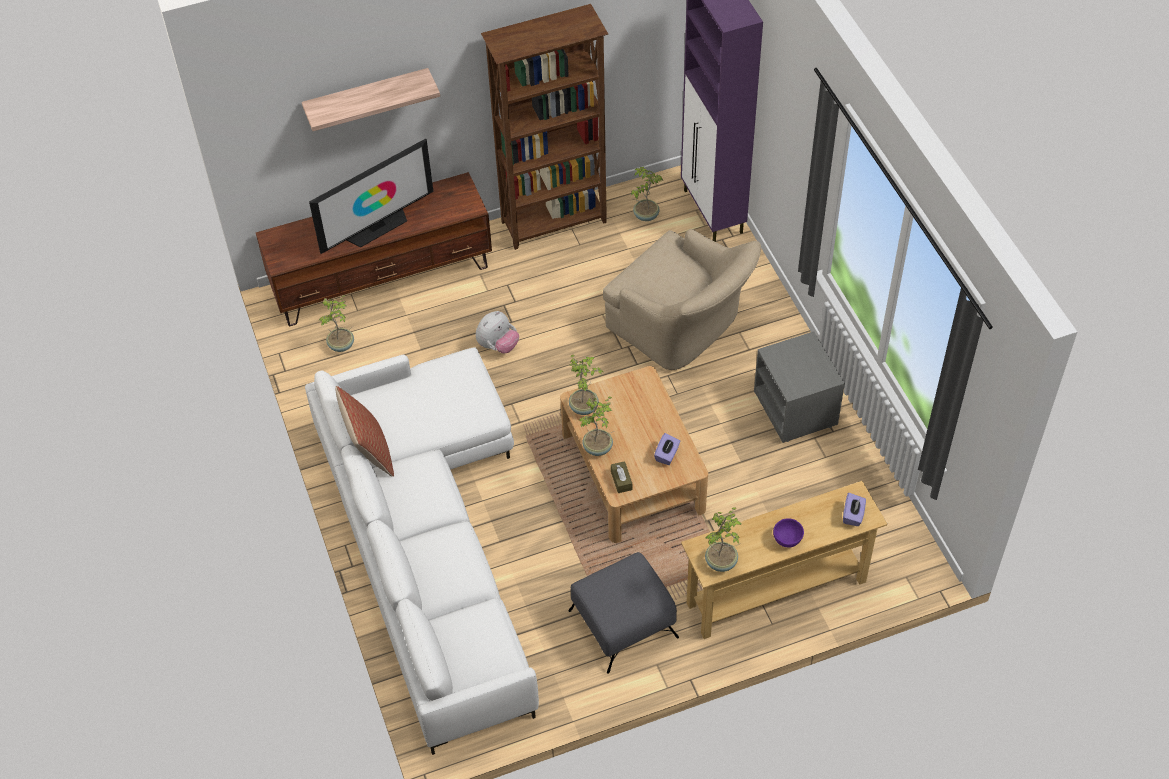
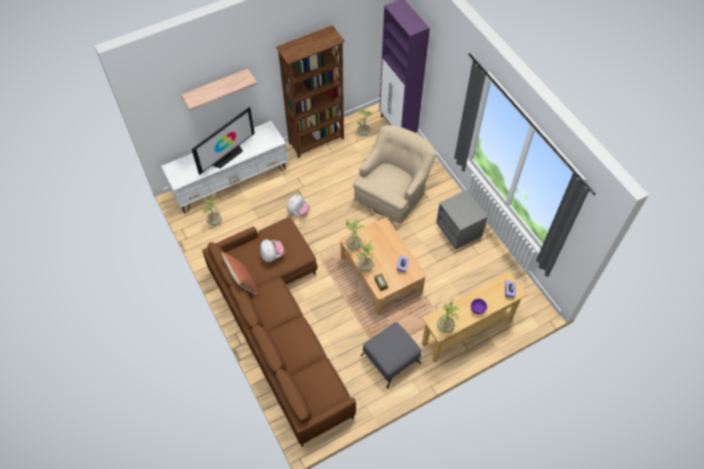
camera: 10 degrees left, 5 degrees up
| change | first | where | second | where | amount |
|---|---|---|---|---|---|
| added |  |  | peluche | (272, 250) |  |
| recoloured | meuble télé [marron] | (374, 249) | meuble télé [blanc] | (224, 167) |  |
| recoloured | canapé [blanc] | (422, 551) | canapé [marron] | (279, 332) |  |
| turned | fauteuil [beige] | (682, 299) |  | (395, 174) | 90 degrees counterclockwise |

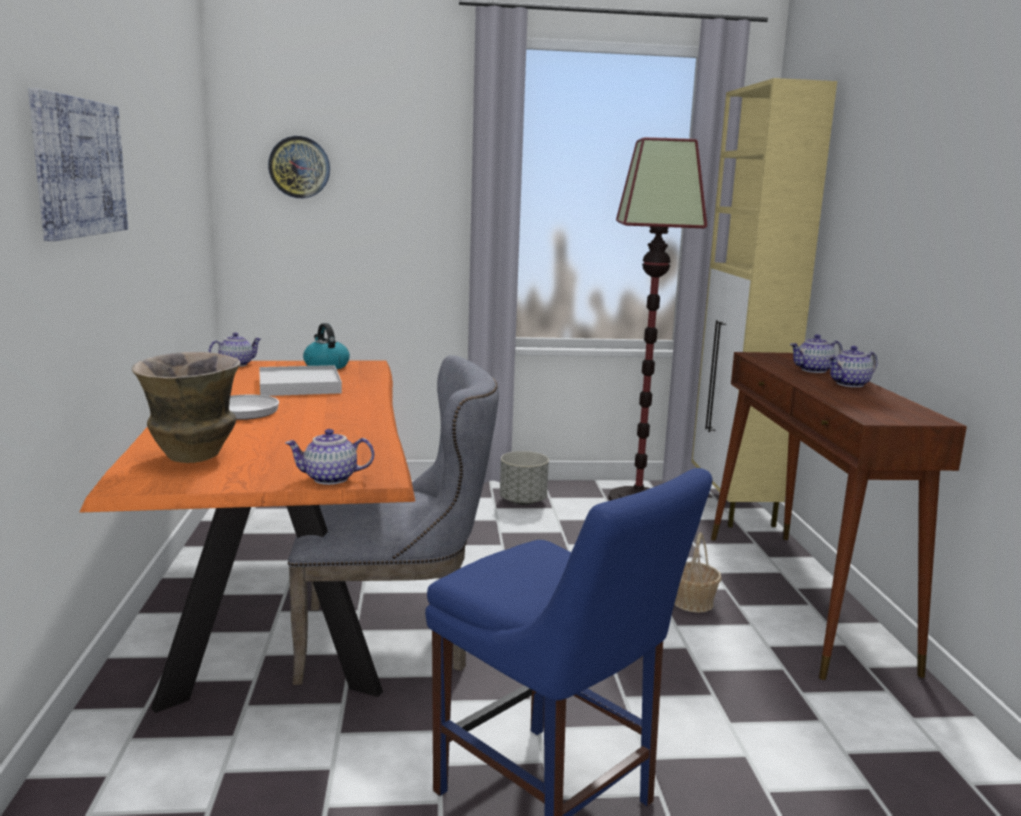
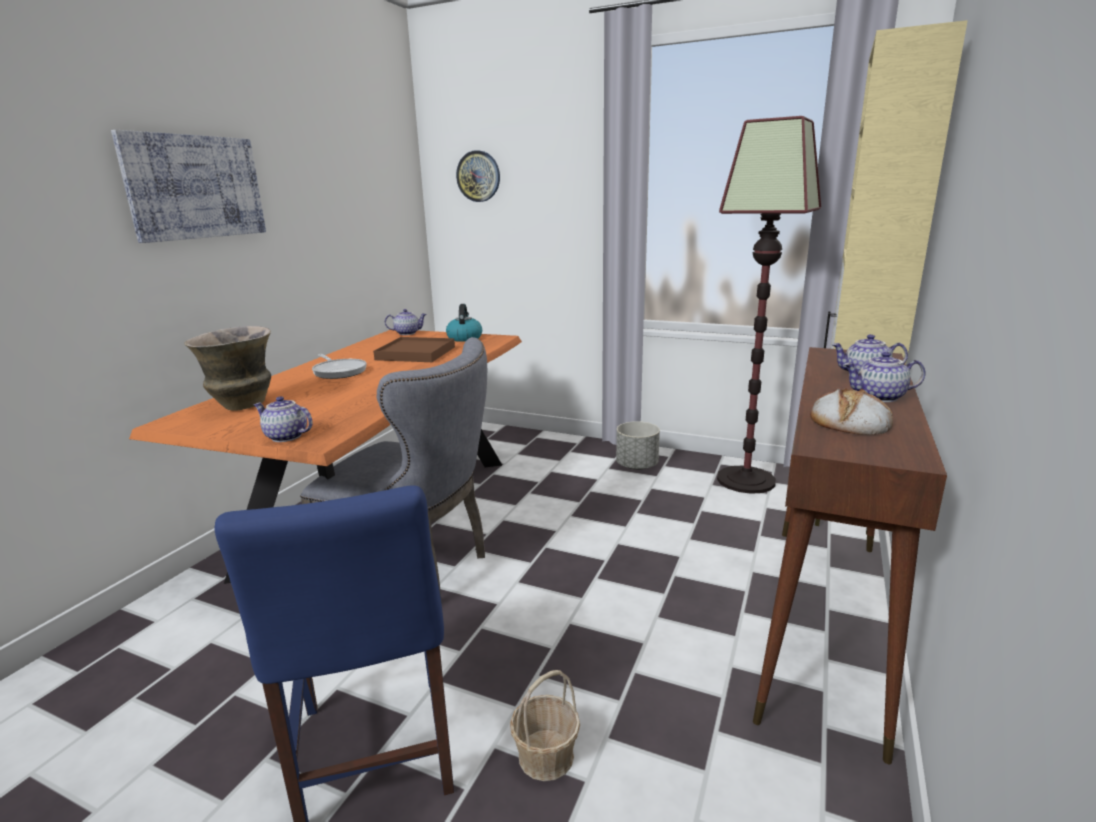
camera: 30 degrees right, 5 degrees up
| change | first | where | second | where | amount |
|---|---|---|---|---|---|
| added |  |  | pain | (851, 411) |  |
| moved | panier | (698, 572) |  | (545, 725) |  |
| recoloured | plateau [blanc] | (300, 380) | plateau [marron] | (414, 349) |  |

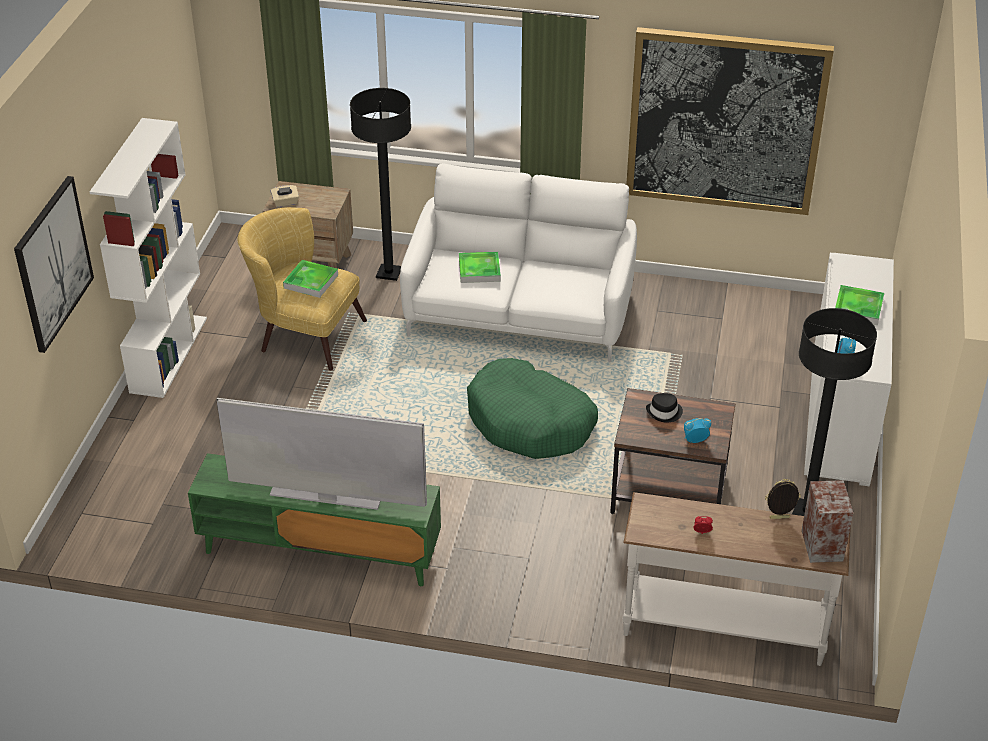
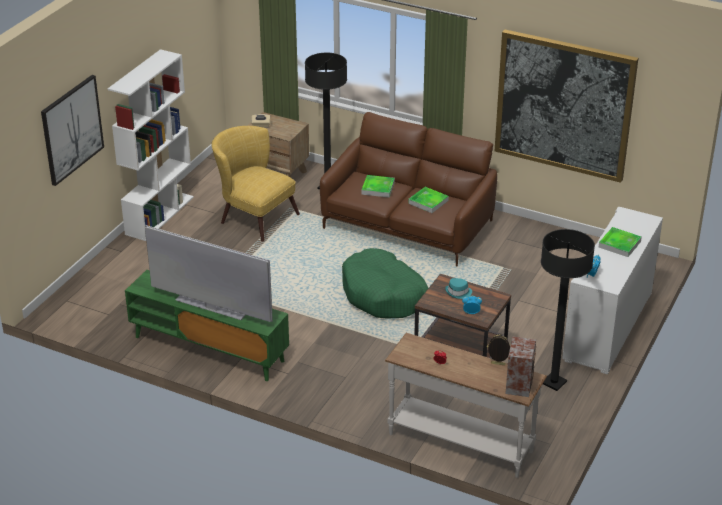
camera: 15 degrees right, 5 degrees down
| change | first | where | second | where | amount |
|---|---|---|---|---|---|
| moved | plateau | (310, 279) |  | (428, 200) |  |
| recoloured | canapé [blanc] | (518, 263) | canapé [marron] | (408, 189) |  |
| recoloured | chapeau [noir] | (664, 408) | chapeau [turquoise] | (458, 288) |  |

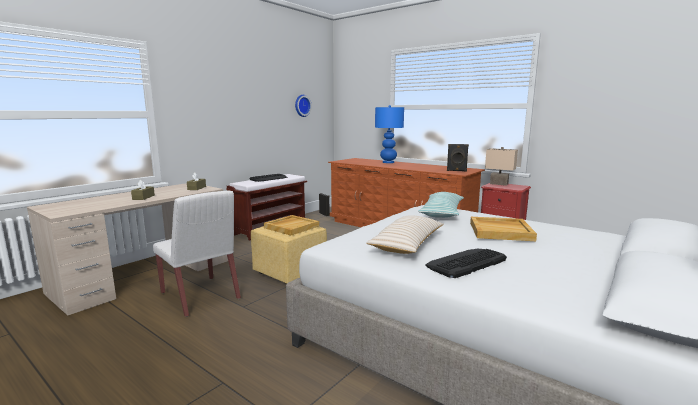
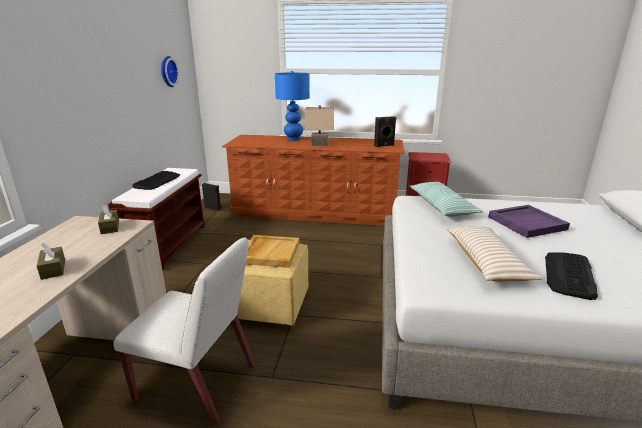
camera: 30 degrees left, 10 degrees up
| change | first | where | second | where | amount |
|---|---|---|---|---|---|
| moved | lampe de table [beige] | (501, 166) |  | (319, 125) |  |
| recoloured | plateau [beige] | (503, 229) | plateau [violet] | (529, 221) |  |

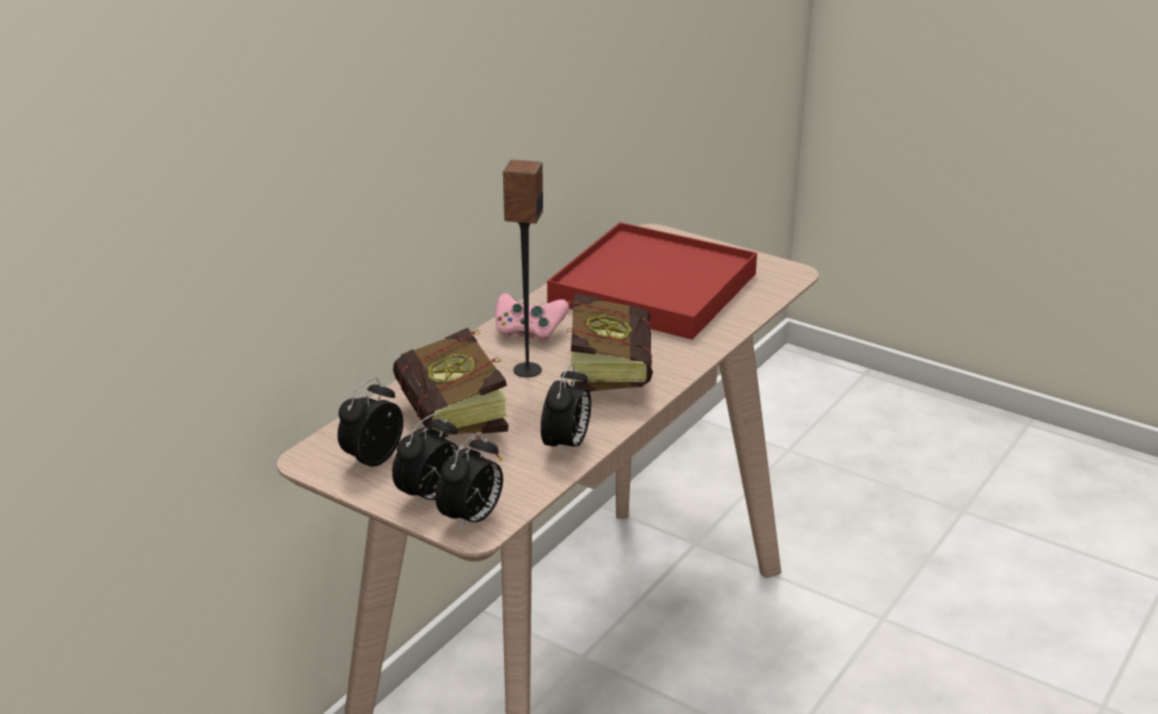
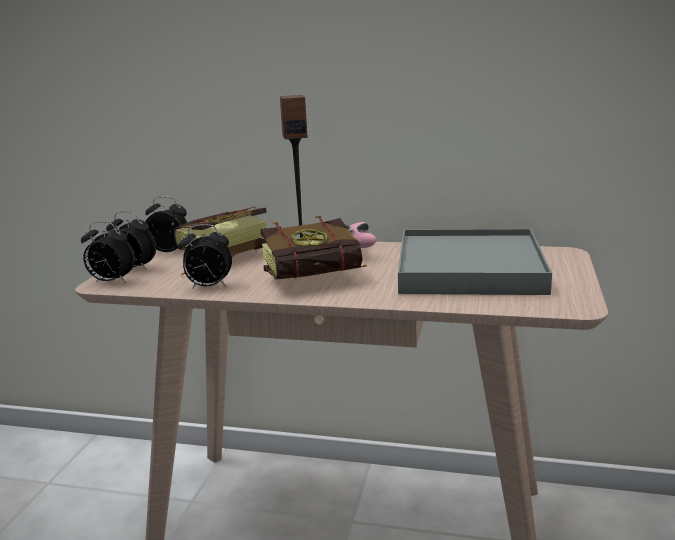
camera: 70 degrees right, 10 degrees down
| change | first | where | second | where | amount |
|---|---|---|---|---|---|
| recoloured | plateau [rouge] | (652, 281) | plateau [gris] | (475, 262) |  |

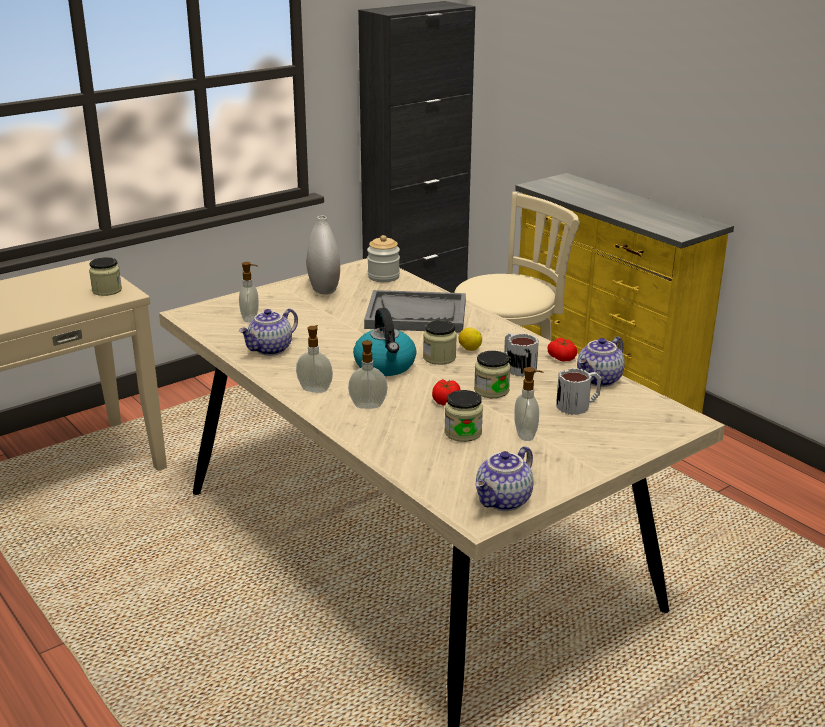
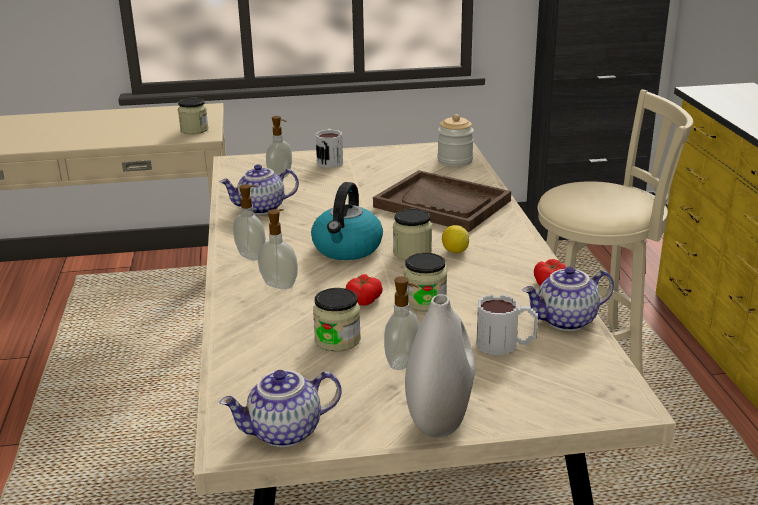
camera: 30 degrees right, 0 degrees up
| change | first | where | second | where | amount |
|---|---|---|---|---|---|
| moved | vase [blanc] | (323, 255) |  | (440, 366) |  |
| moved | mug | (521, 355) |  | (329, 148) |  |
| recoloured | plateau [gris] | (415, 311) | plateau [marron] | (442, 201) |  |

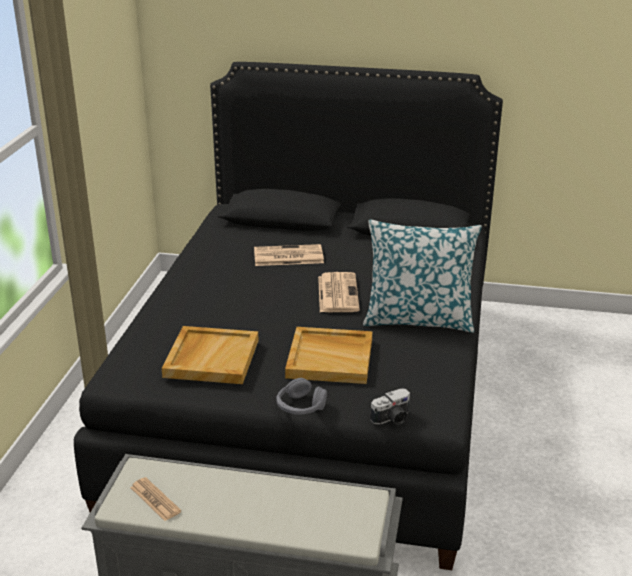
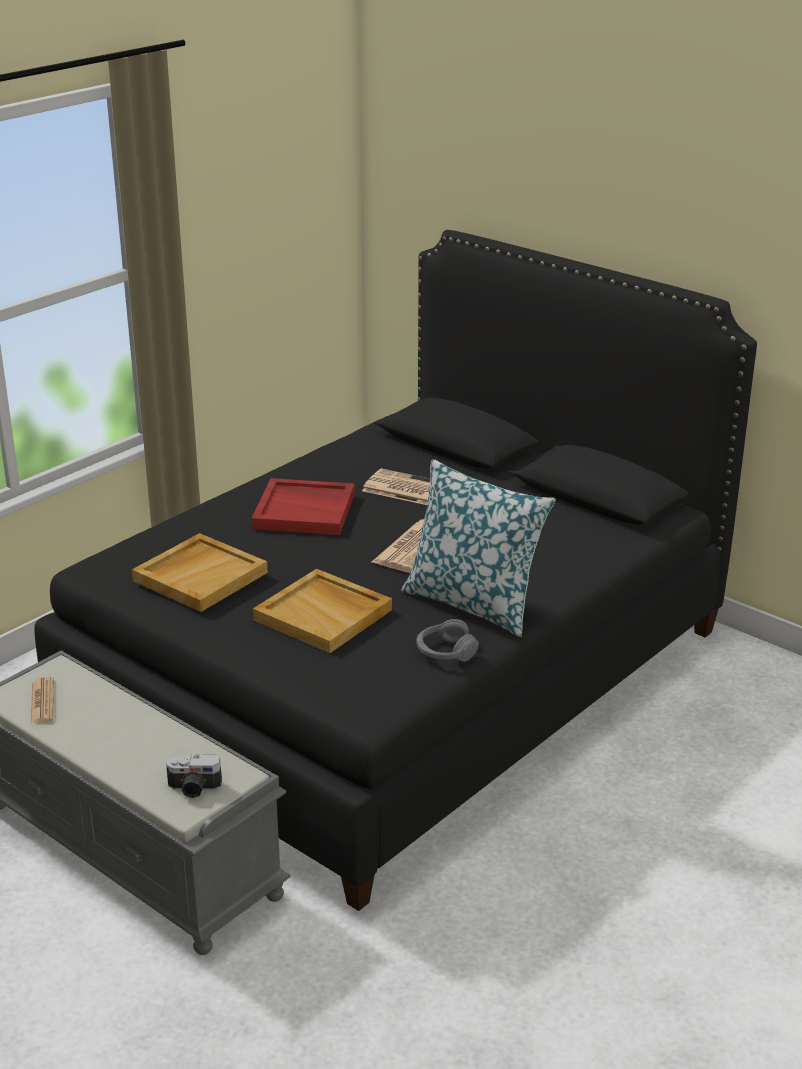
camera: 30 degrees right, 0 degrees up
| change | first | where | second | where | amount |
|---|---|---|---|---|---|
| added |  |  | plateau [rouge] | (303, 506) |  |
| moved | casque audio [gris] | (301, 396) |  | (448, 640) |  |
| moved | appareil photo | (390, 406) |  | (194, 776) |  |

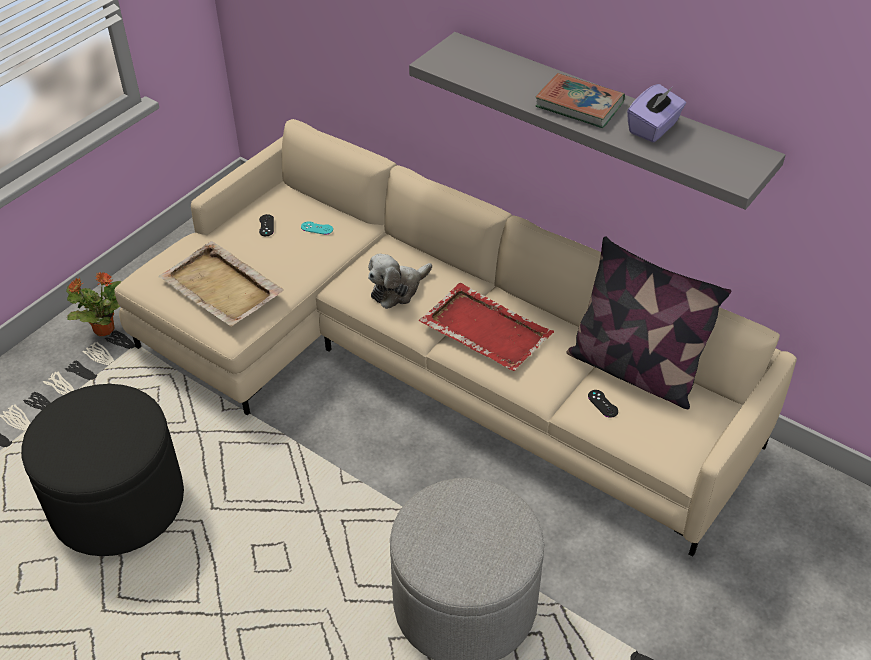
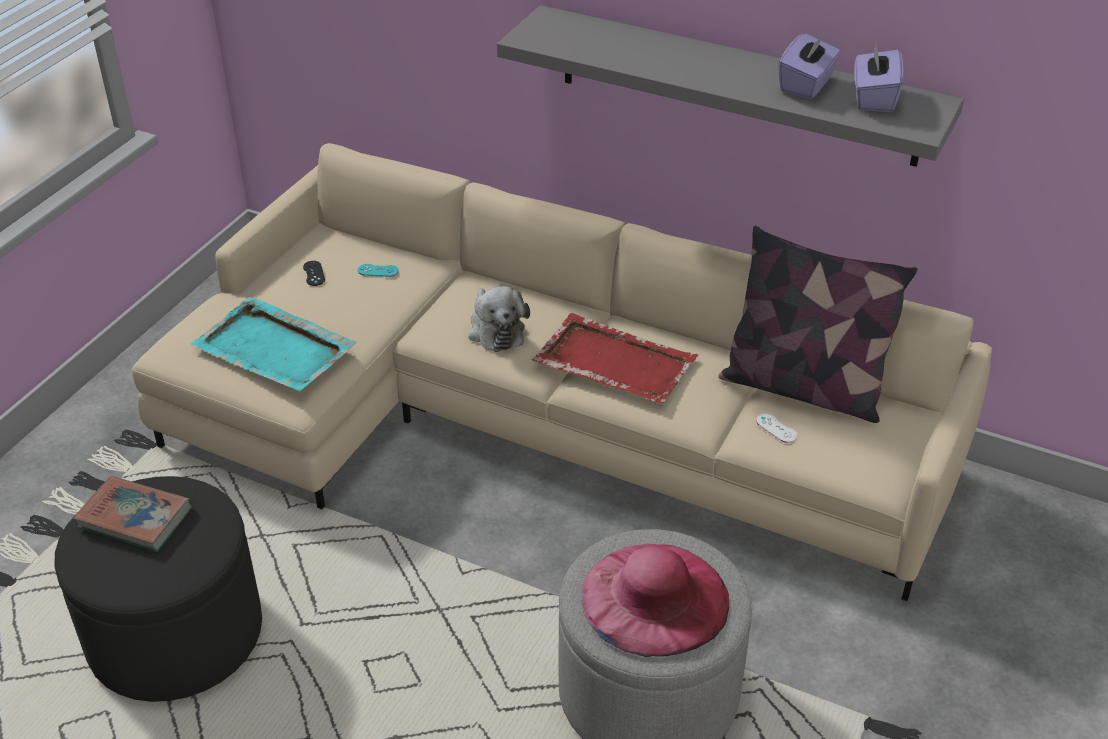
camera: 10 degrees left, 5 degrees down
| change | first | where | second | where | amount |
|---|---|---|---|---|---|
| removed | plante en pot | (93, 304) |  |  |  |
| added |  |  | chapeau [rose] | (655, 600) |  |
| added |  |  | boîte à mouchoirs [violet] | (879, 77) |  |
| moved | livre | (580, 100) |  | (132, 514) |  |
| recoloured | plateau [beige] | (221, 284) | plateau [turquoise] | (274, 344) |  |
| recoloured | manette [noir] | (603, 404) | manette [blanc] | (777, 428) |  |
| turned | peluche | (400, 281) |  | (499, 319) | 60 degrees counterclockwise |

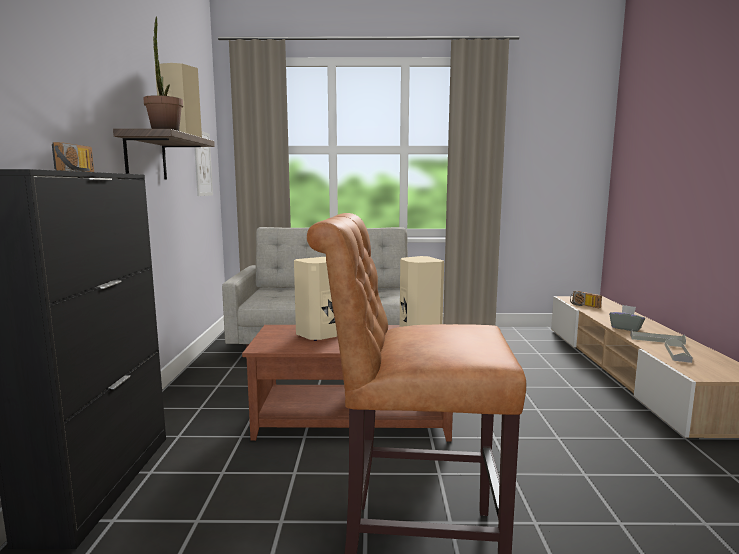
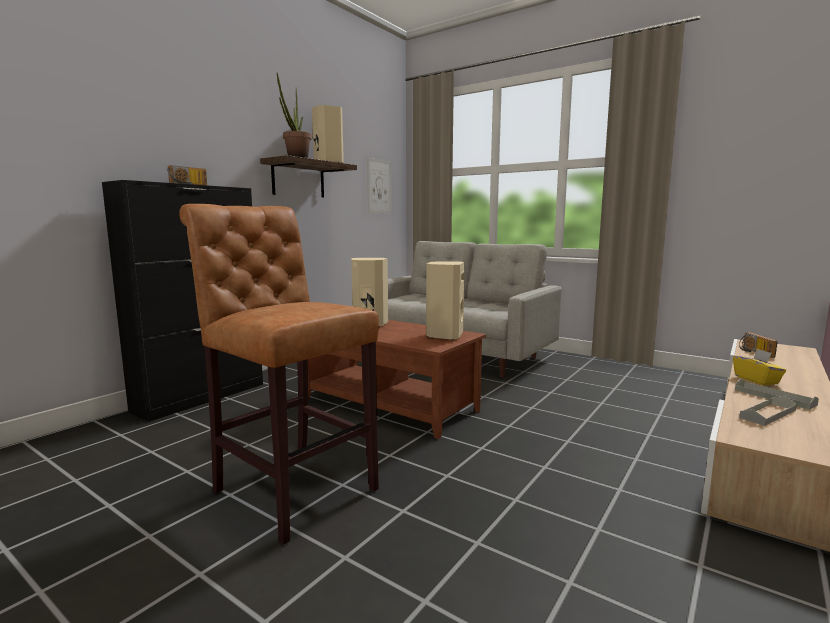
camera: 35 degrees right, 0 degrees up
| change | first | where | second | where | amount |
|---|---|---|---|---|---|
| recoloured | boîte à mouchoirs [gris] | (627, 318) | boîte à mouchoirs [jaune] | (759, 367) |  |

